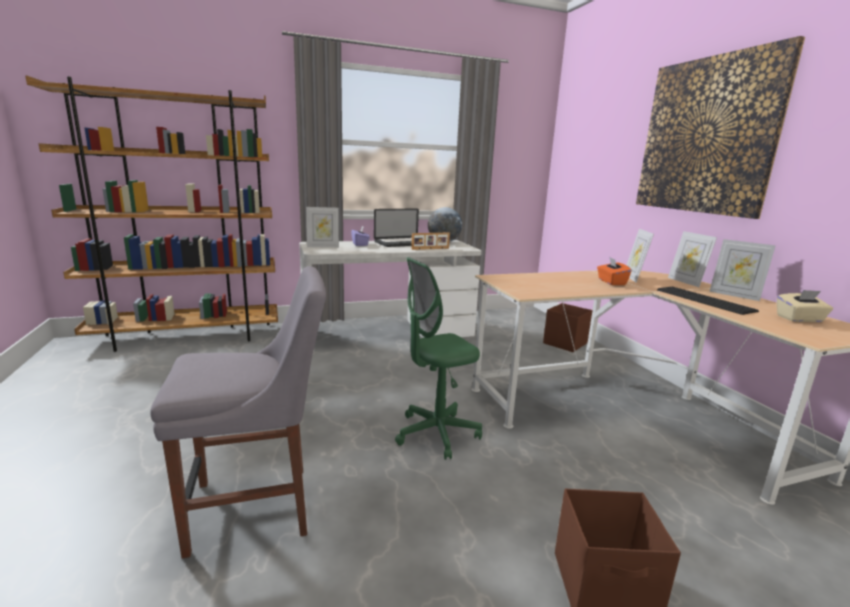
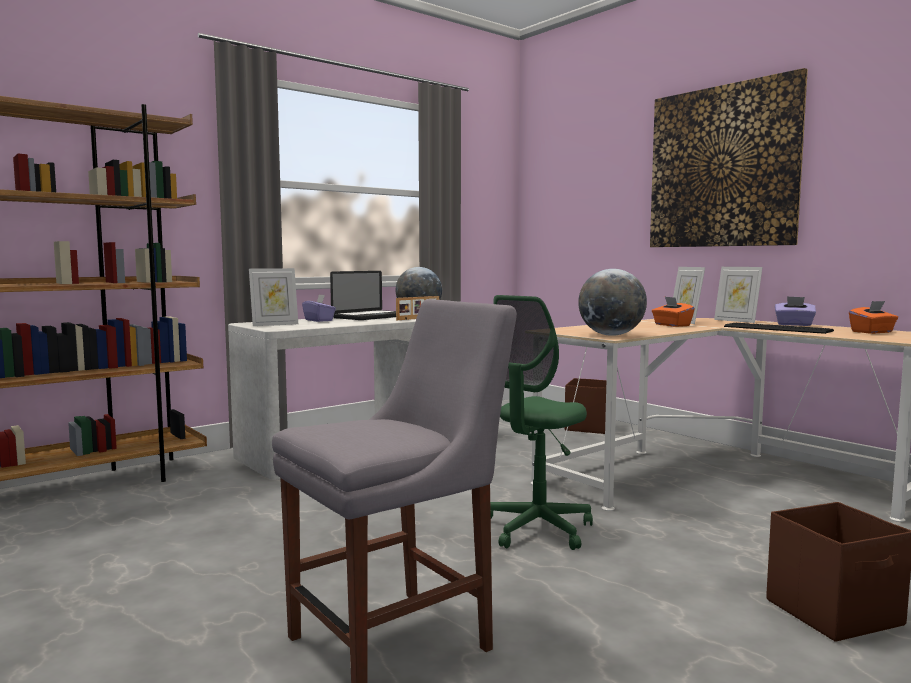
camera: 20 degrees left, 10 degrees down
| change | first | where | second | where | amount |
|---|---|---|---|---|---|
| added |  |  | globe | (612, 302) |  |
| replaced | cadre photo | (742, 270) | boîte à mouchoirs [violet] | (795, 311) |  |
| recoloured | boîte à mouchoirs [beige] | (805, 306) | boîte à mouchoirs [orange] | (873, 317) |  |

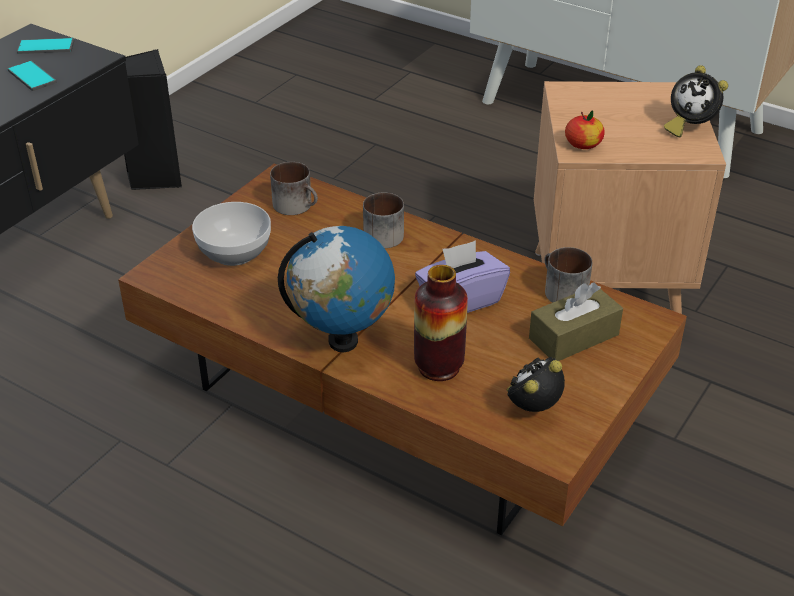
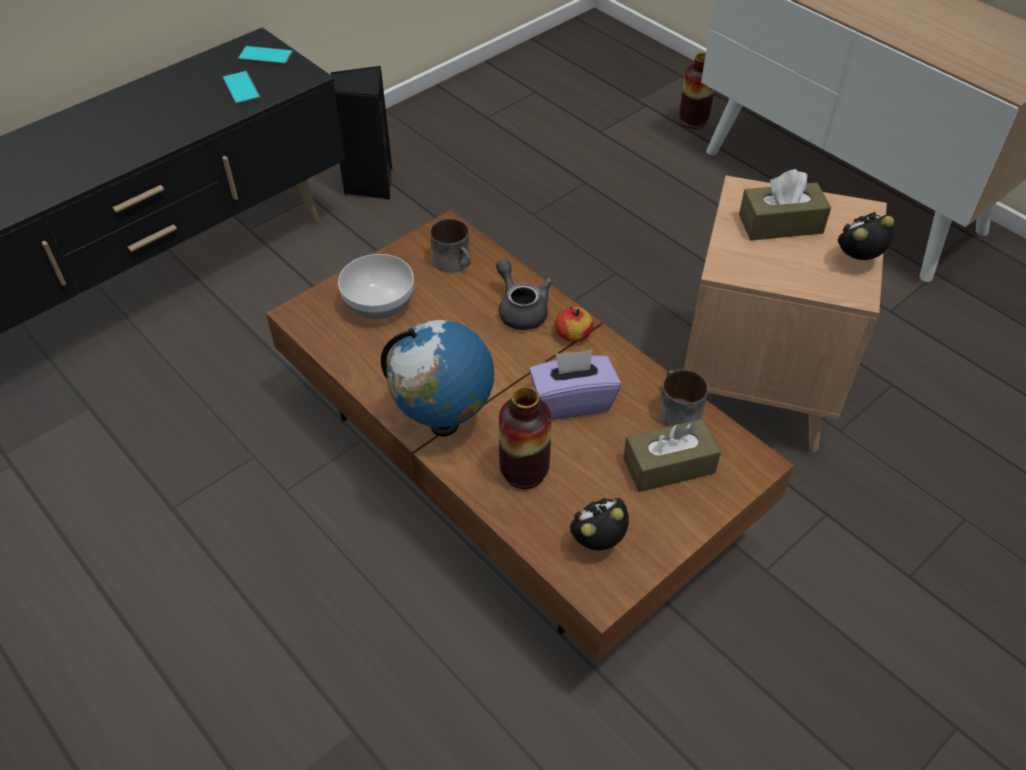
camera: 15 degrees right, 10 degrees up
| change | first | where | second | where | amount |
|---|---|---|---|---|---|
| added |  |  | vase | (696, 91) |  |
| added |  |  | boîte à mouchoirs [marron] | (785, 204) |  |
| moved | pomme | (585, 130) |  | (574, 324) |  |
| replaced | mug | (383, 220) | théière [gris] | (524, 294) |  |
| turned | réveil | (696, 101) |  | (865, 236) | 105 degrees clockwise |

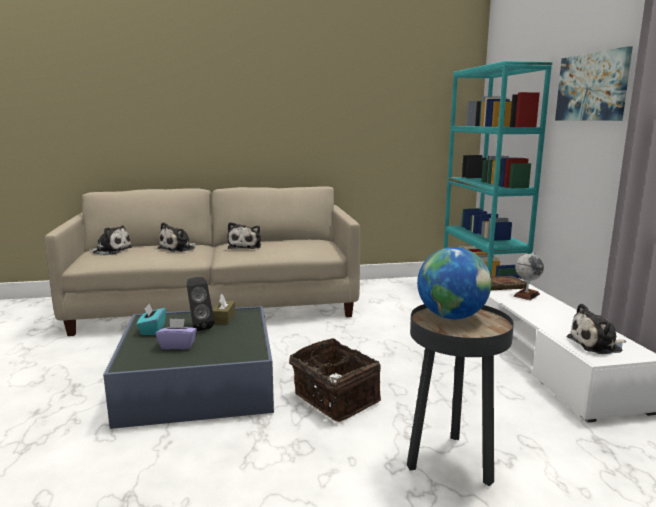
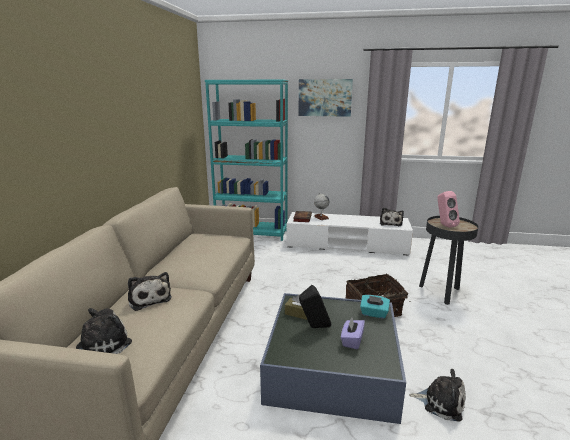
camera: 70 degrees left, 5 degrees up
| change | first | where | second | where | amount |
|---|---|---|---|---|---|
| moved | boîte à mouchoirs [turquoise] | (151, 319) |  | (375, 307) |  |
| moved | peluche | (244, 235) |  | (437, 395) |  |
| replaced | globe | (454, 283) | enceinte [rose] | (448, 209) |  |

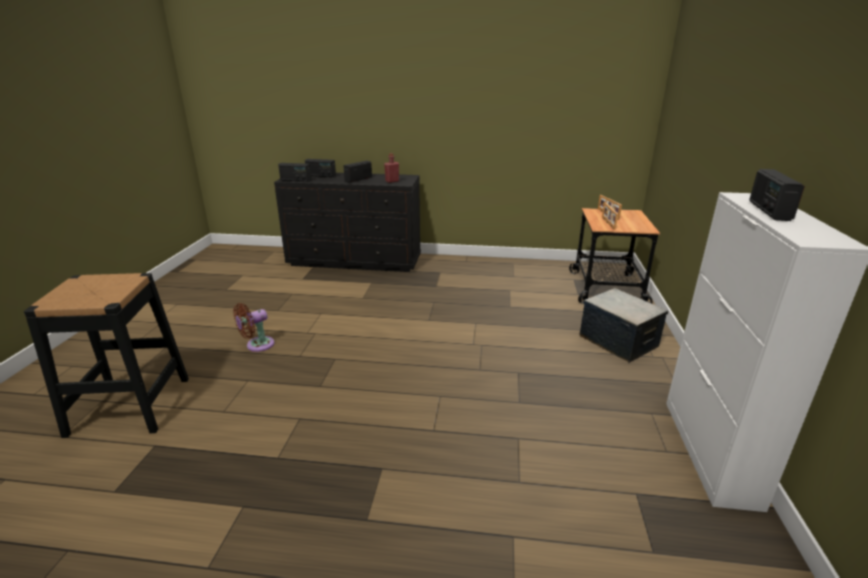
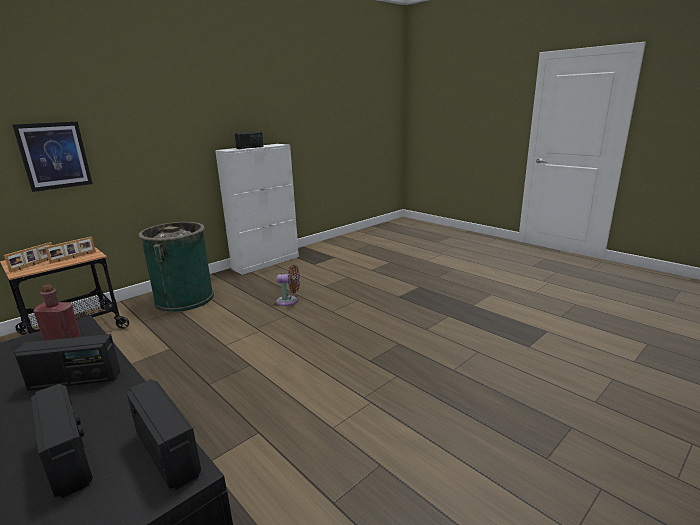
camera: 140 degrees left, 5 degrees down
| change | first | where | second | where | amount |
|---|---|---|---|---|---|
| removed | tabouret [noir] | (106, 355) |  |  |  |
| added |  |  | tableau | (52, 156) |  |
| moved | ventilateur [marron] | (254, 327) |  | (288, 285) |  |
| replaced | boîte de rangement | (624, 325) | poubelle [vert] | (176, 267) |  |

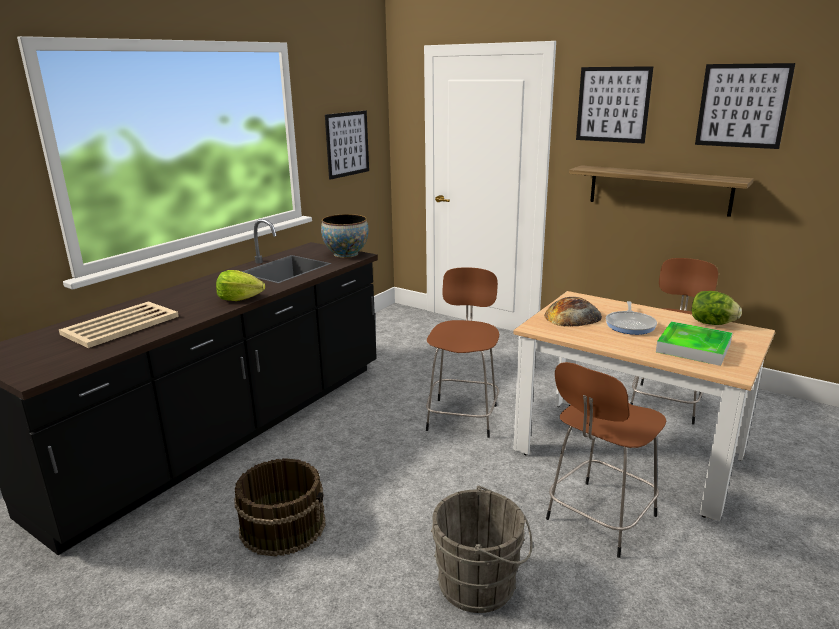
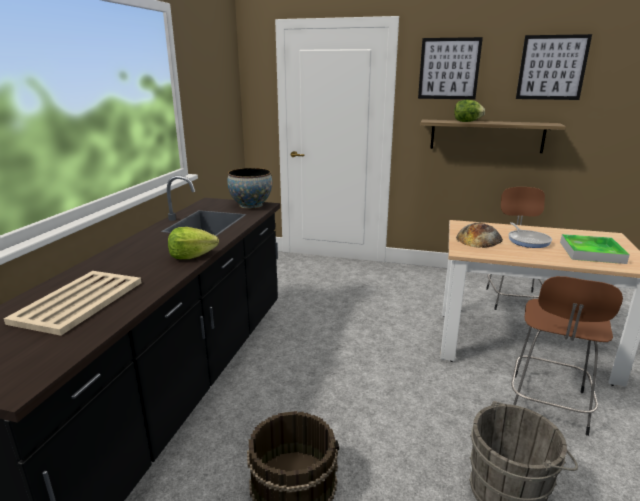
camera: 20 degrees left, 0 degrees up
| change | first | where | second | where | amount |
|---|---|---|---|---|---|
| removed | tableau | (347, 145) |  |  |  |
| removed | tabouret [marron] | (462, 352) |  |  |  |
| moved | laitue | (717, 308) |  | (469, 111) |  |

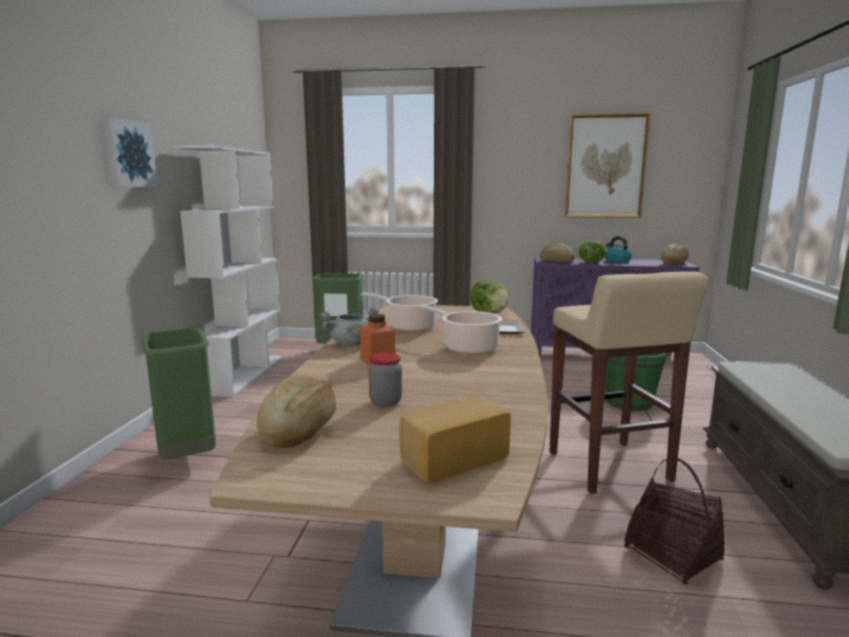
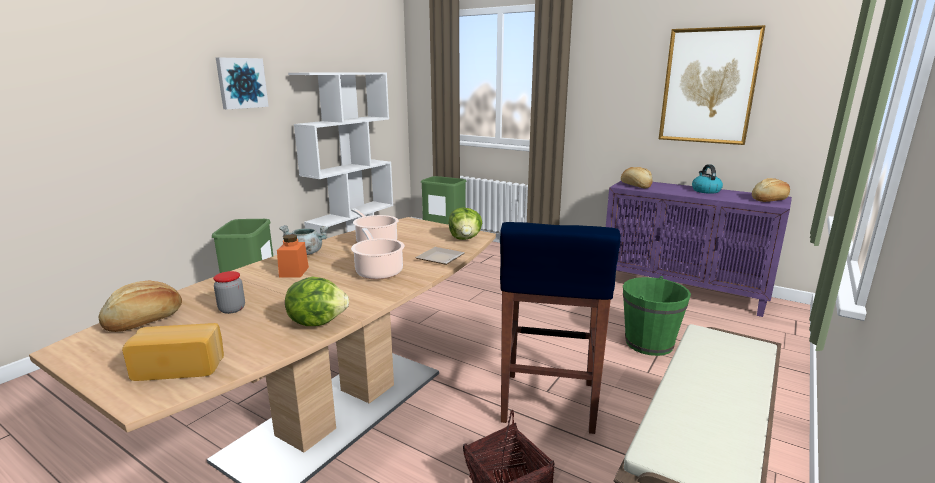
camera: 25 degrees right, 5 degrees up
| change | first | where | second | where | amount |
|---|---|---|---|---|---|
| moved | laitue | (592, 251) |  | (317, 301) |  |
| recoloured | tabouret [beige] | (629, 382) | tabouret [bleu] | (560, 328) |  |

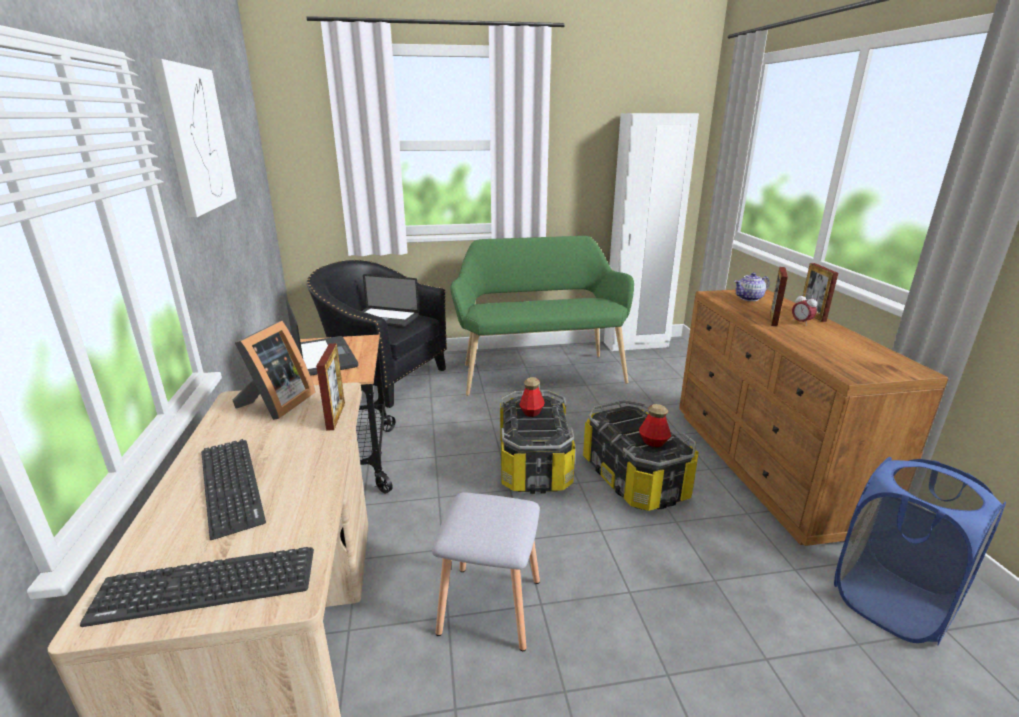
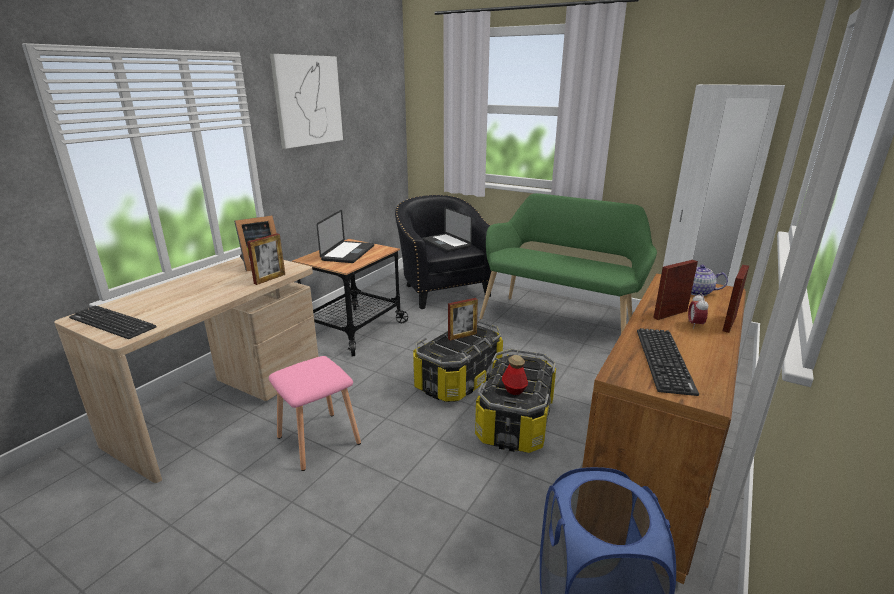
camera: 40 degrees right, 0 degrees up
| change | first | where | second | where | amount |
|---|---|---|---|---|---|
| moved | clavier | (233, 489) |  | (668, 362) |  |
| replaced | bouteille | (532, 397) | cadre photo | (463, 319) |  |
| recoloured | tabouret [gris] | (486, 571) | tabouret [rose] | (315, 413) |  |

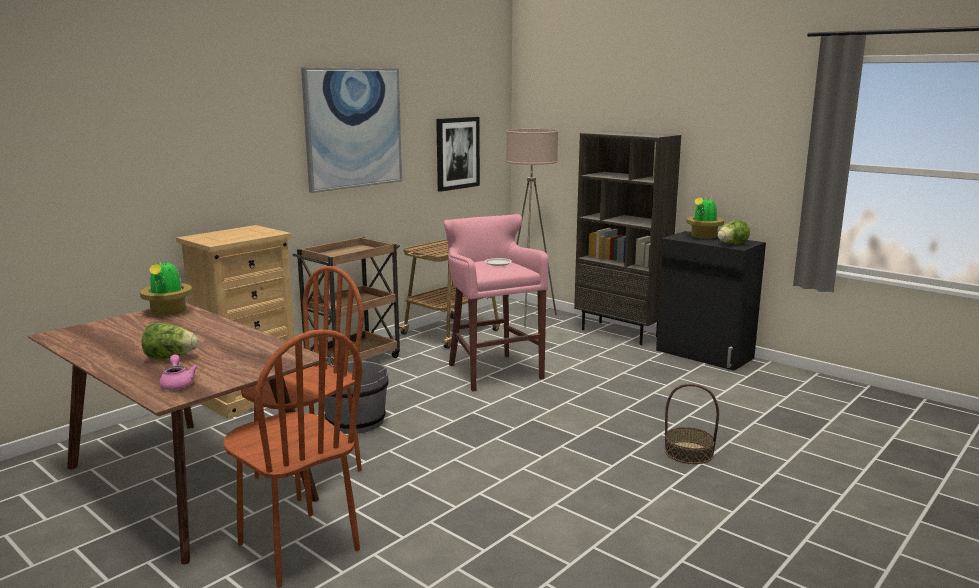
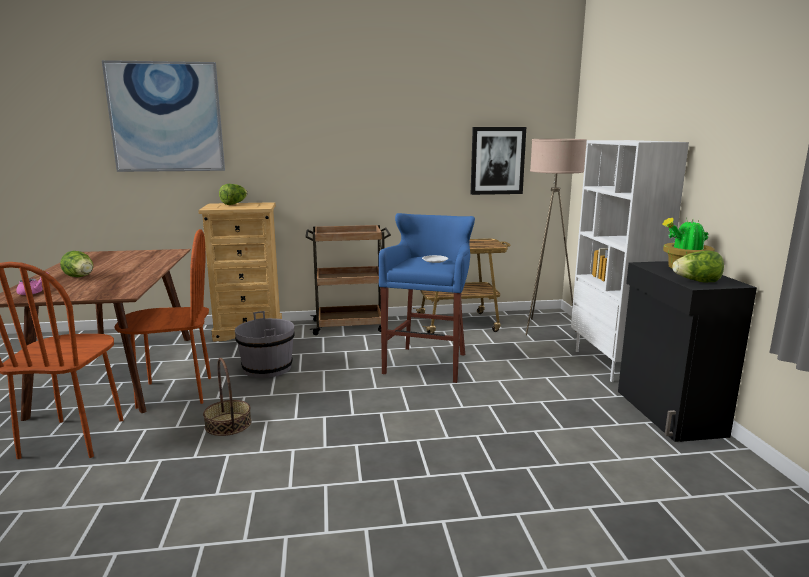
camera: 40 degrees right, 0 degrees up
| change | first | where | second | where | amount |
|---|---|---|---|---|---|
| removed | plante en pot | (166, 287) |  |  |  |
| added |  |  | laitue | (233, 194) |  |
| moved | tableau | (351, 130) |  | (163, 116) |  |
| moved | panier | (692, 423) |  | (227, 397) |  |
| recoloured | tabouret [rose] | (496, 303) | tabouret [bleu] | (427, 298) |  |
| recoloured | bibliothèque [marron] | (627, 238) | bibliothèque [blanc] | (630, 261) |  |

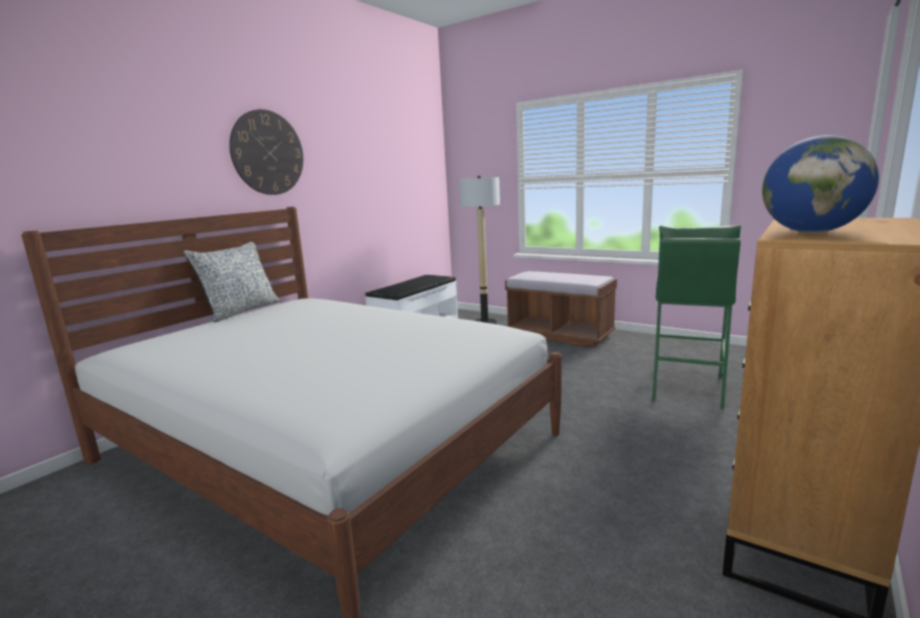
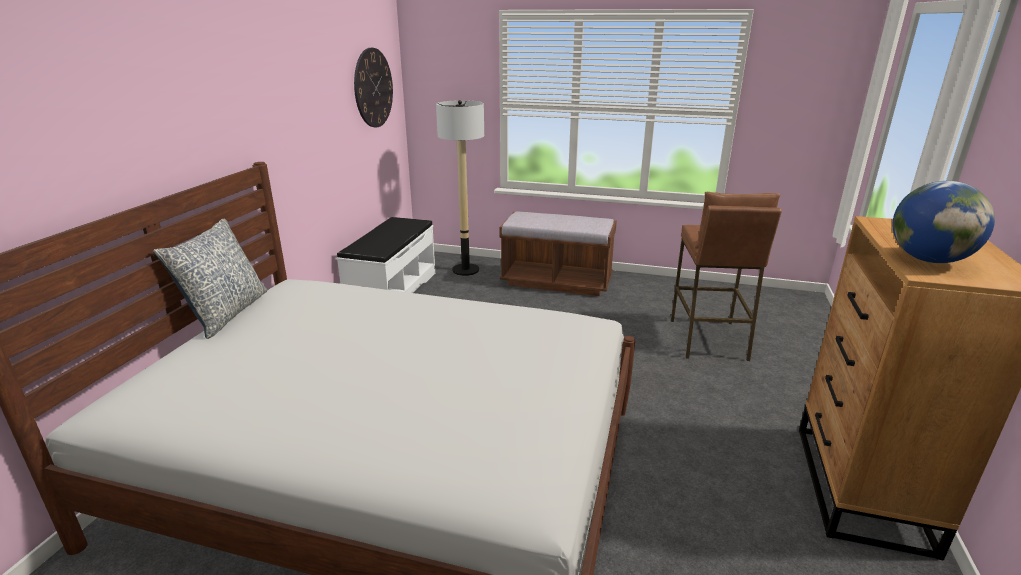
camera: 20 degrees left, 10 degrees up
| change | first | where | second | where | amount |
|---|---|---|---|---|---|
| moved | horloge murale | (266, 152) |  | (373, 87) |  |
| recoloured | tabouret [vert] | (696, 317) | tabouret [marron] | (726, 276) |  |

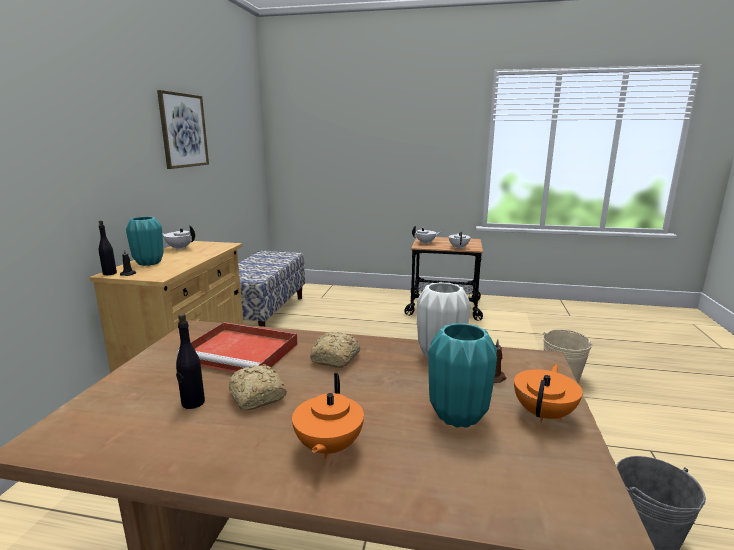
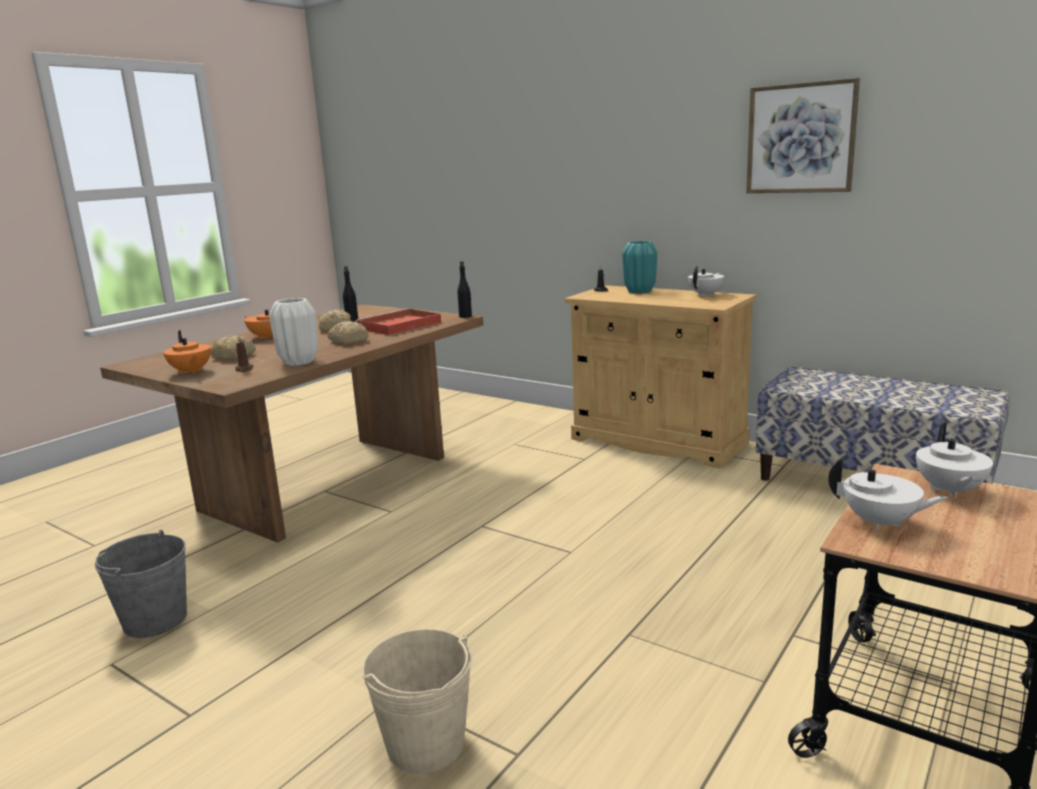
camera: 115 degrees right, 0 degrees up
| change | first | where | second | where | amount |
|---|---|---|---|---|---|
| moved | bouteille [noir] | (108, 248) |  | (464, 289) |  |
| replaced | vase [turquoise] | (462, 375) | pain | (233, 347) |  |

